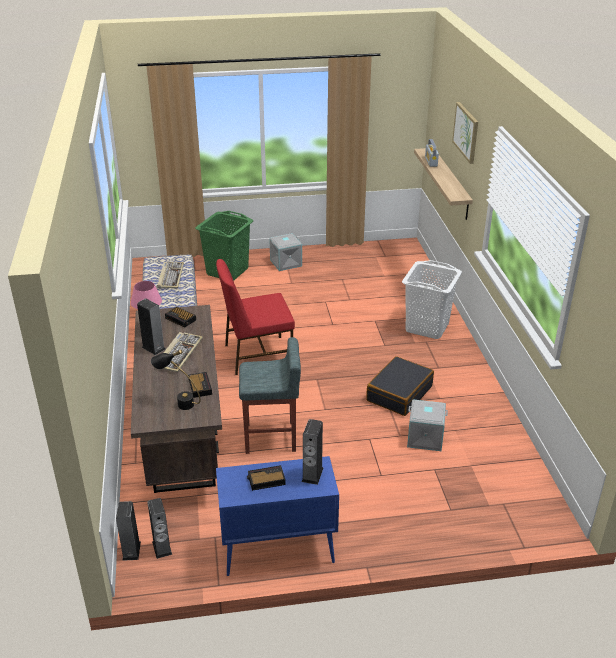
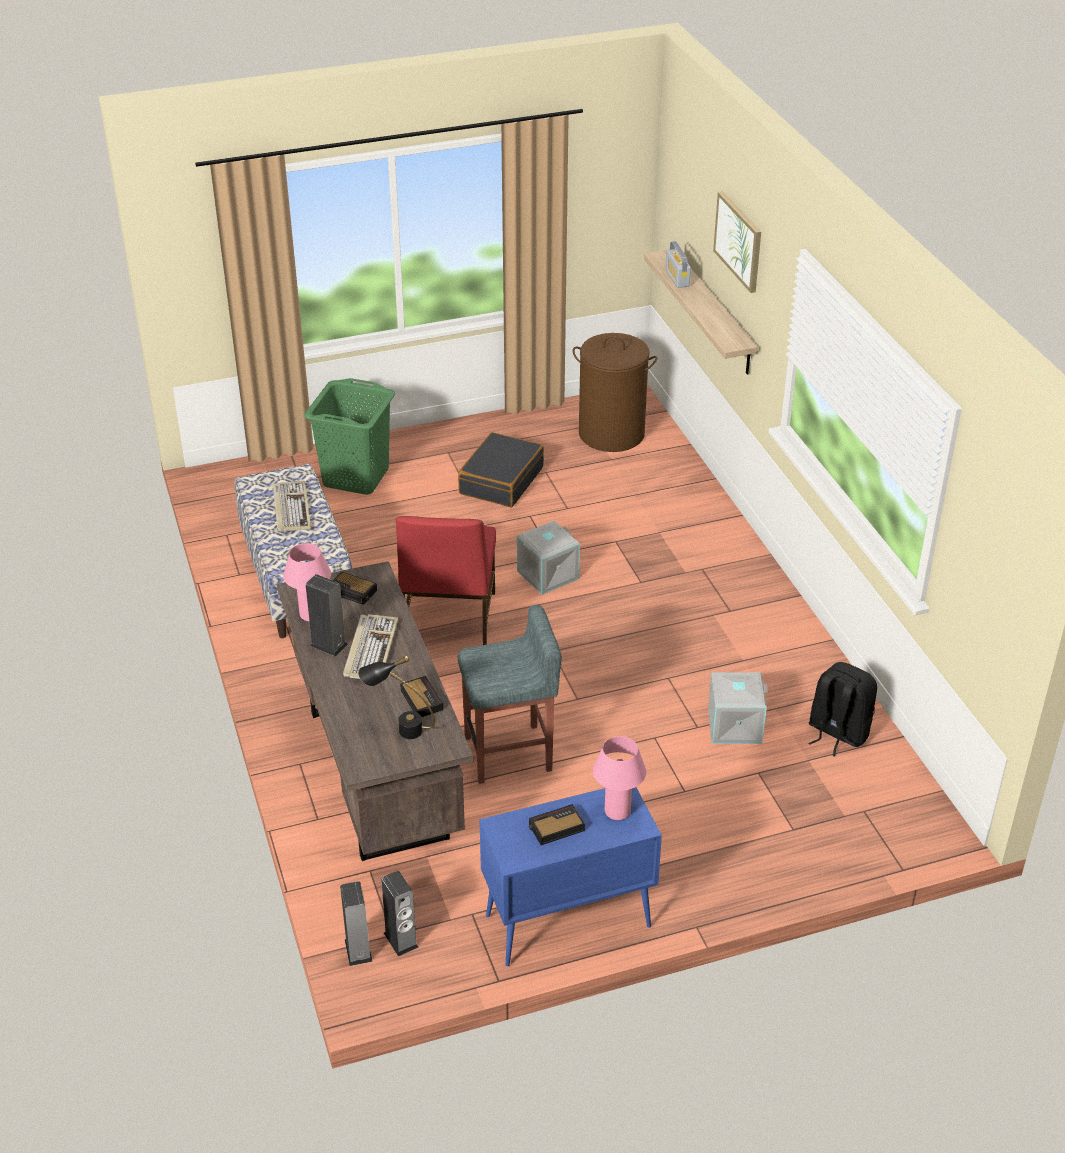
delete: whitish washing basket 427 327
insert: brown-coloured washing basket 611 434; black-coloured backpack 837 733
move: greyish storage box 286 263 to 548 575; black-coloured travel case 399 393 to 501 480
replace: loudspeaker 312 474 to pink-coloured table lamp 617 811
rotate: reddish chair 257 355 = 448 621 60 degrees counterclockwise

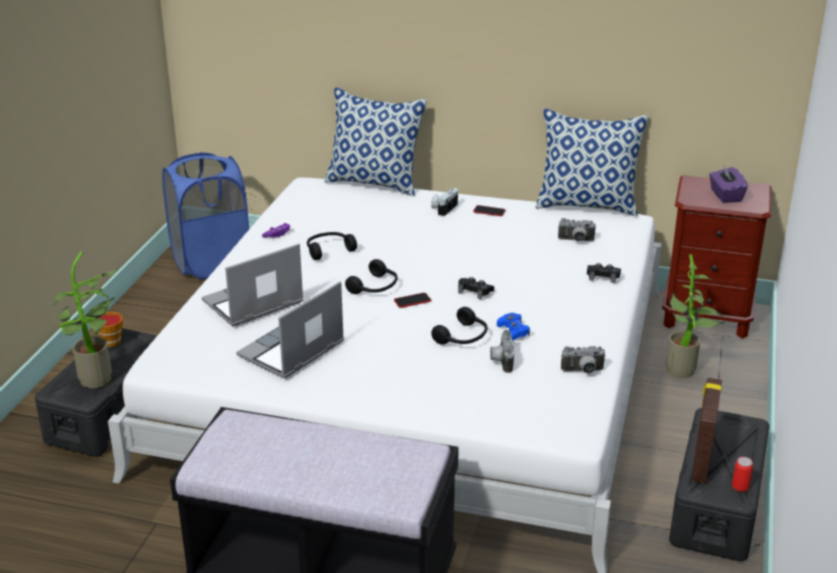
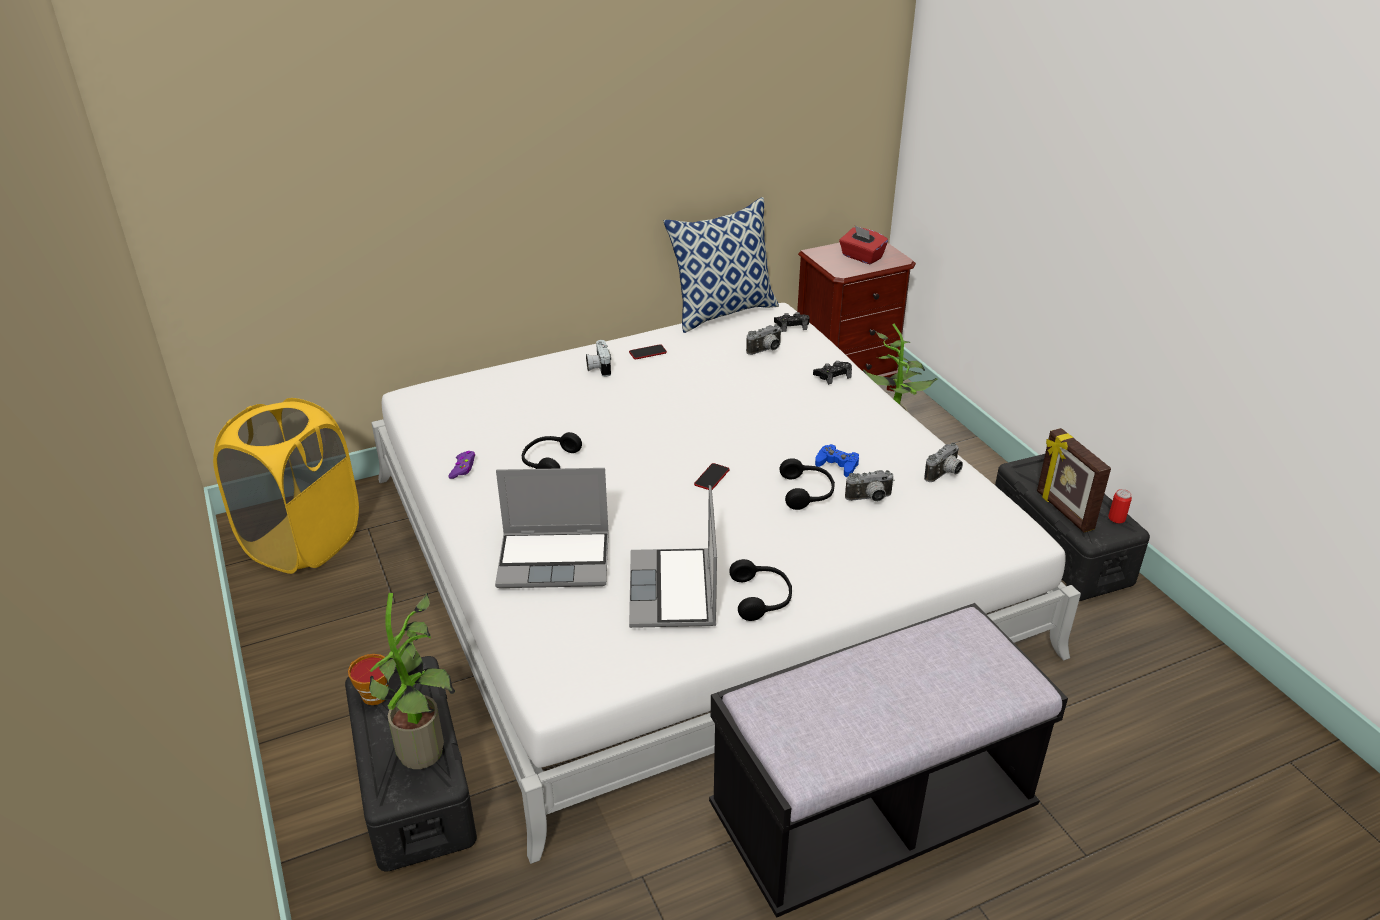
delete: throw pillow 375 183
move: black-coloured headphones 375 287 to 762 598; black-coloured gamepad 475 291 to 791 326
recolor: bluish washing basket 211 262 to yellow-coloured washing basket 303 542; purplish tissue holder 725 195 to reddish tissue holder 861 257
rotate: portable computer 252 303 = 556 560 105 degrees counterclockwise; still camera 501 361 = 870 499 60 degrees counterclockwise

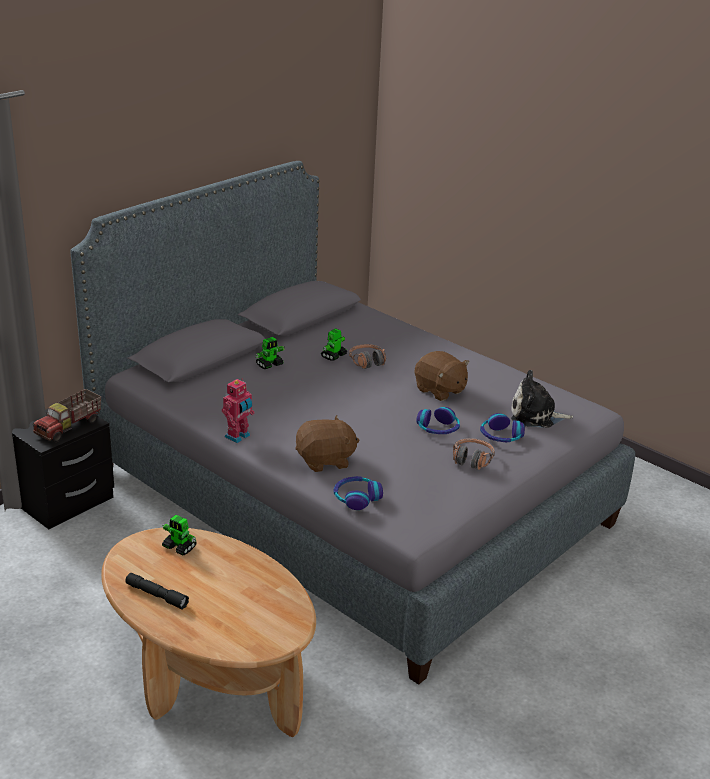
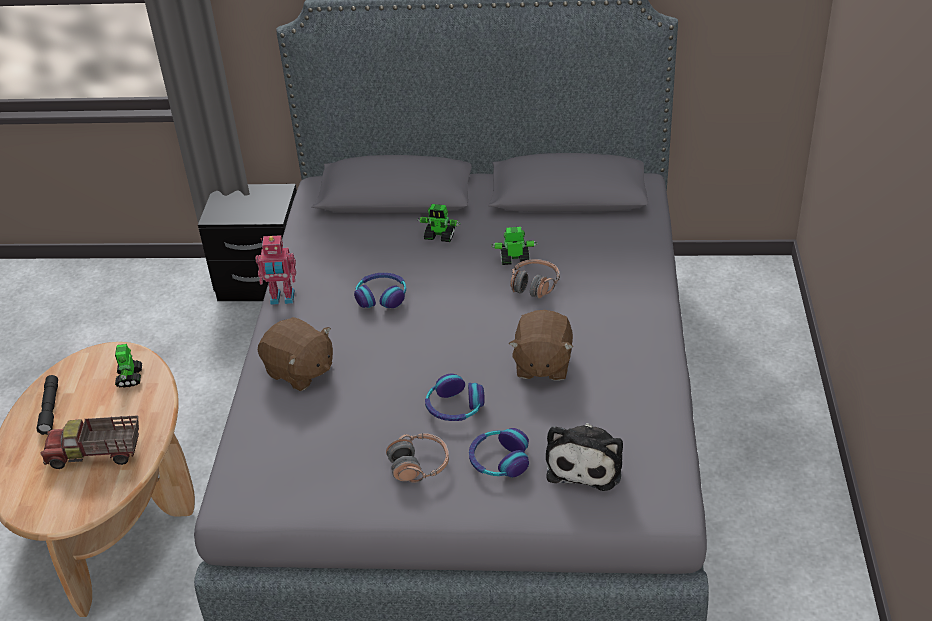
move: toy truck 69 427 to 96 455; headphones 356 498 to 381 296
rotate: soft toy 536 415 = 586 463 135 degrees counterclockwise

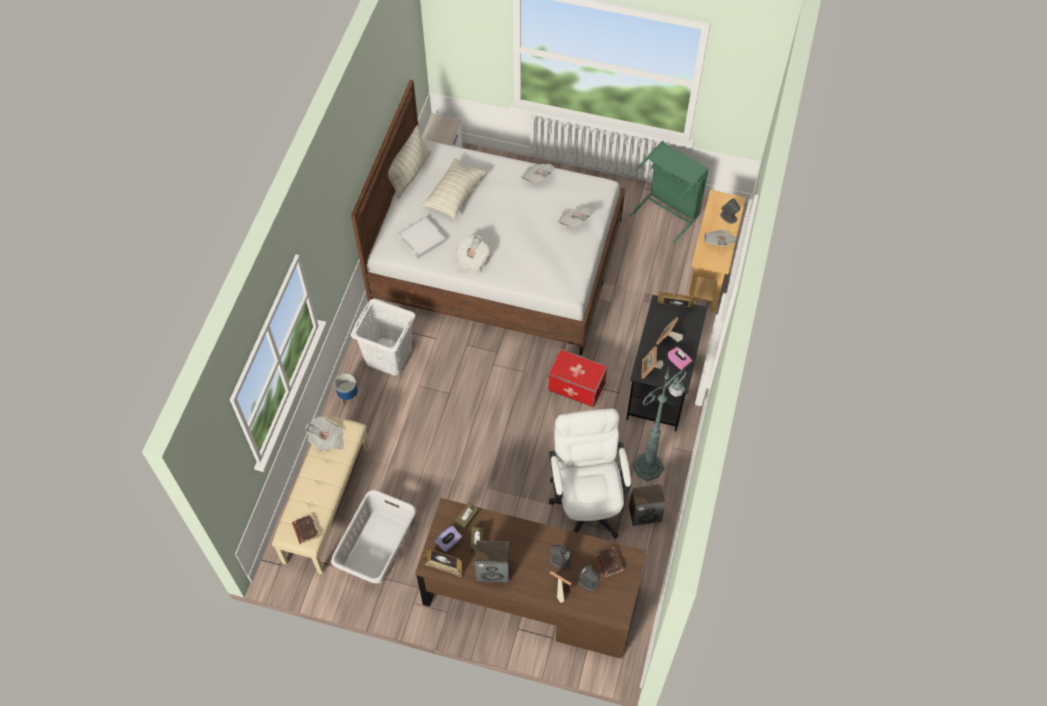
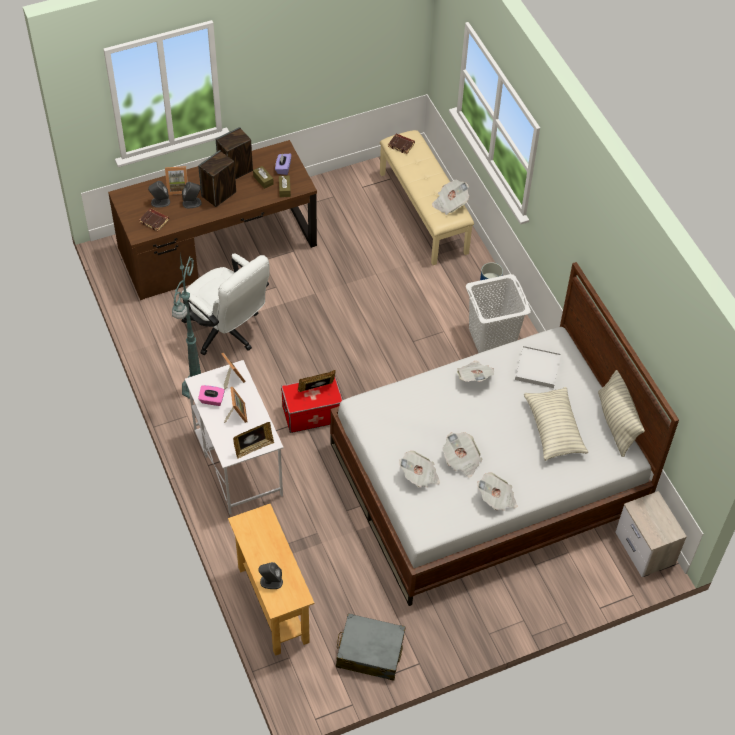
delete: greyish washing basket 376 547
move: standing frame 443 567 to 316 389; loudspeaker 645 514 to 219 194; daily paper 718 242 to 461 460
replace: green-coloured washing basket 668 211 to greyish travel case 370 652
recolor: black-coloured desk unit 661 385 to whitish desk unit 237 462

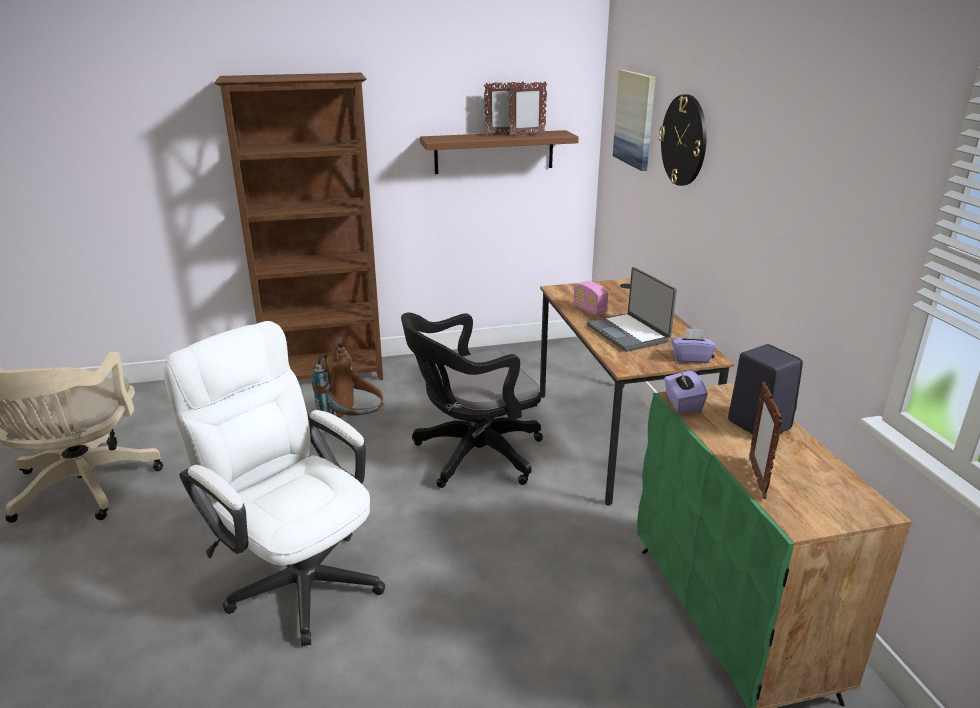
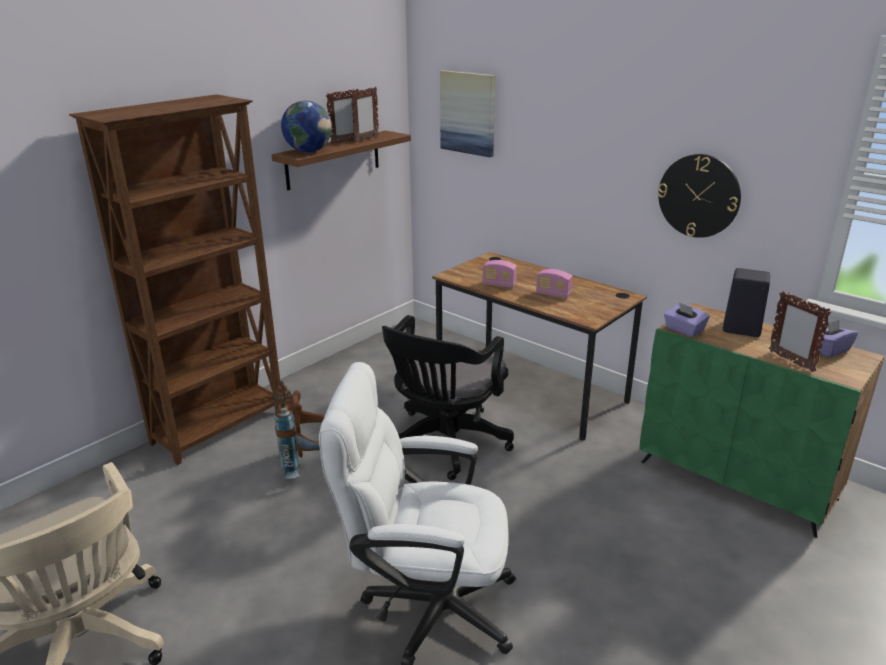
insert: desk globe 308 151
move: wall clock 684 140 to 699 196; purplish tissue holder 690 358 to 829 350
replace: portable computer 629 333 to radio set 553 294

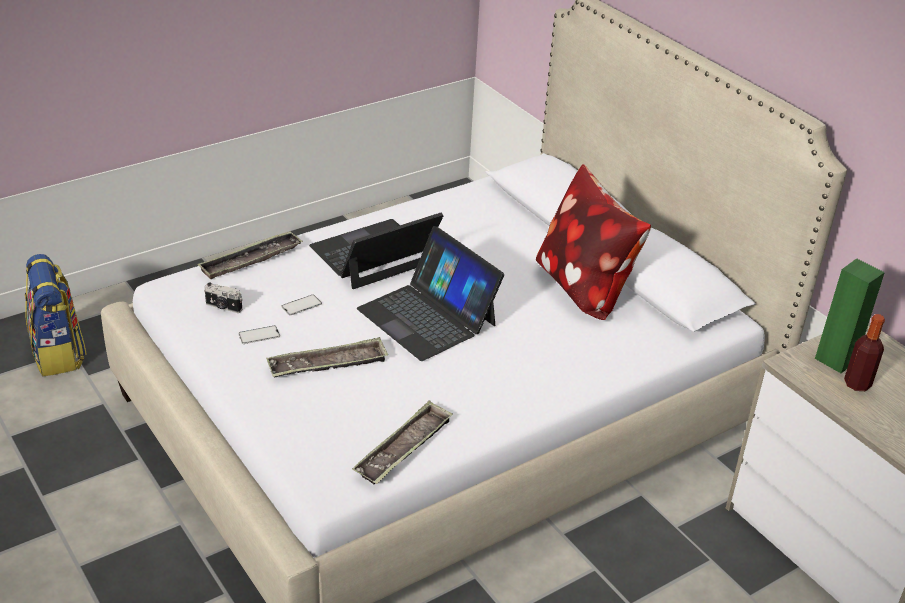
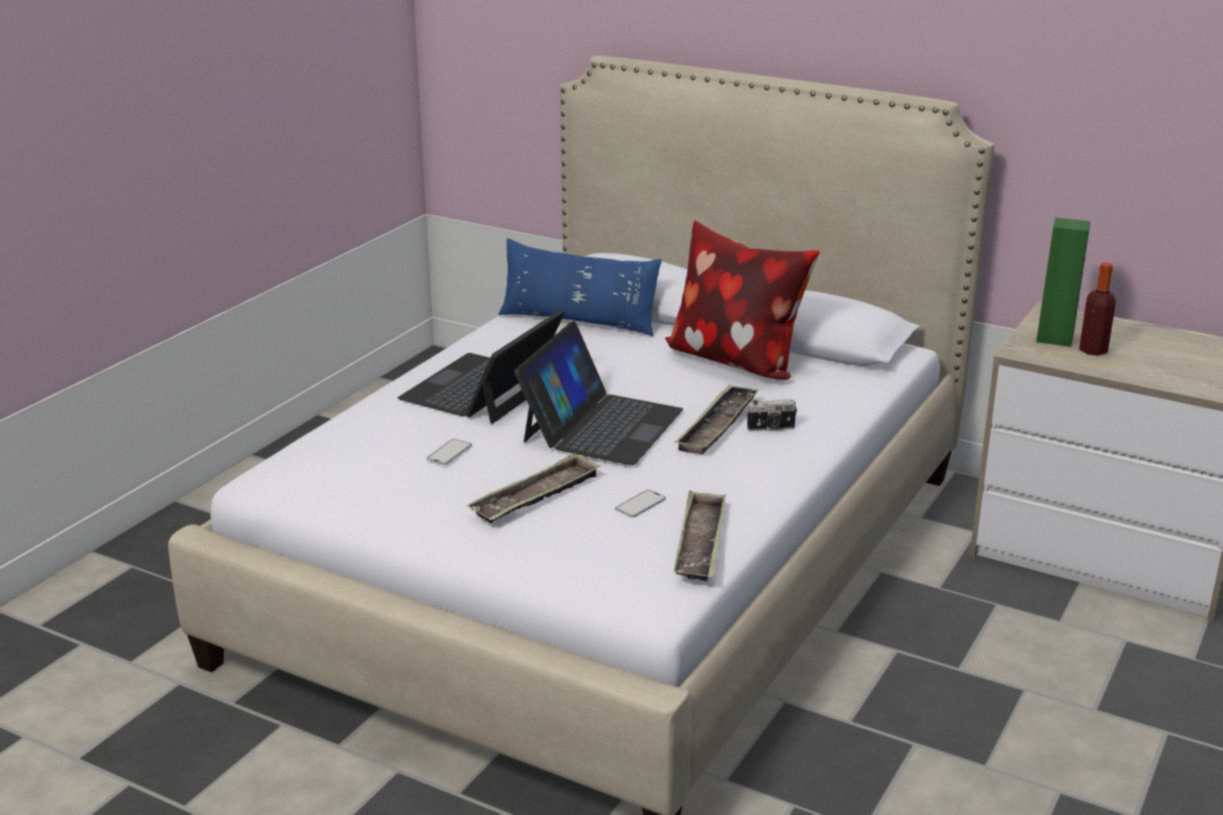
delete: backpack 59 353
insert: bluish throw pillow 578 321
move: carrying tray 251 260 to 717 426; still camera 223 307 to 771 428; handset 259 335 to 640 504
rotate: portable computer 427 316 = 601 425 90 degrees counterclockwise

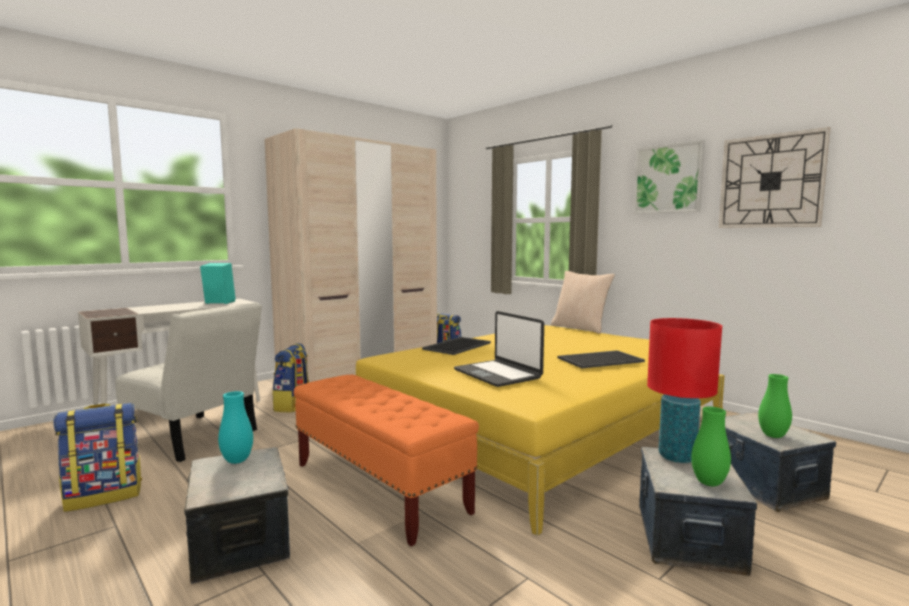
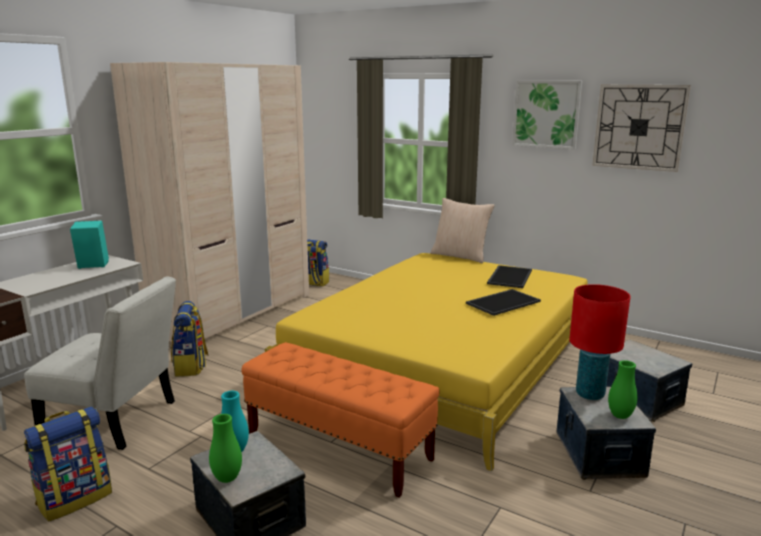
delete: portable computer 498 374
move: carrying tray 457 346 to 509 276; green-coloured flower vase 773 436 to 227 478

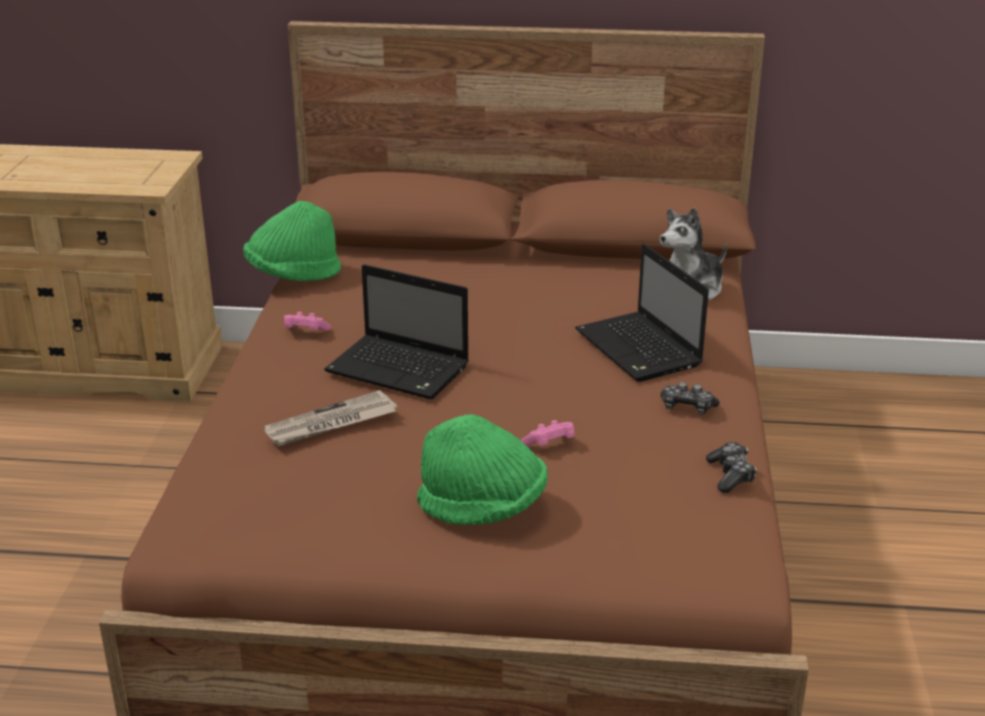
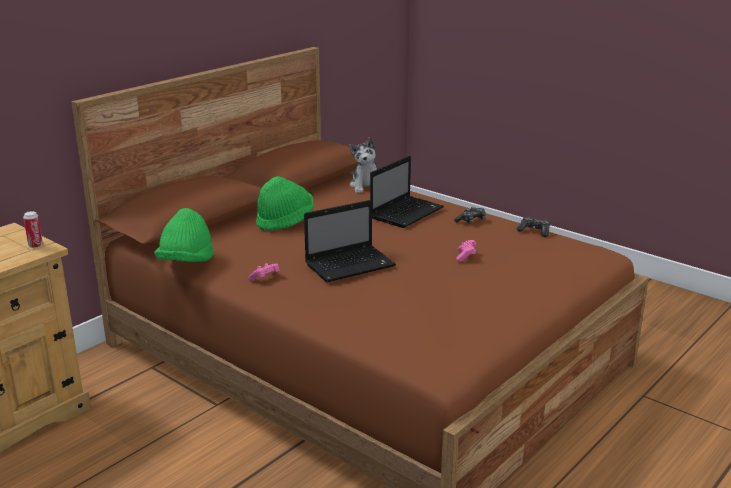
delete: daily paper 331 423
insert: can 35 246
move: green-coloured wearable hat 483 507 to 285 221
rotate: portable computer 640 349 = 407 212 60 degrees counterclockwise

